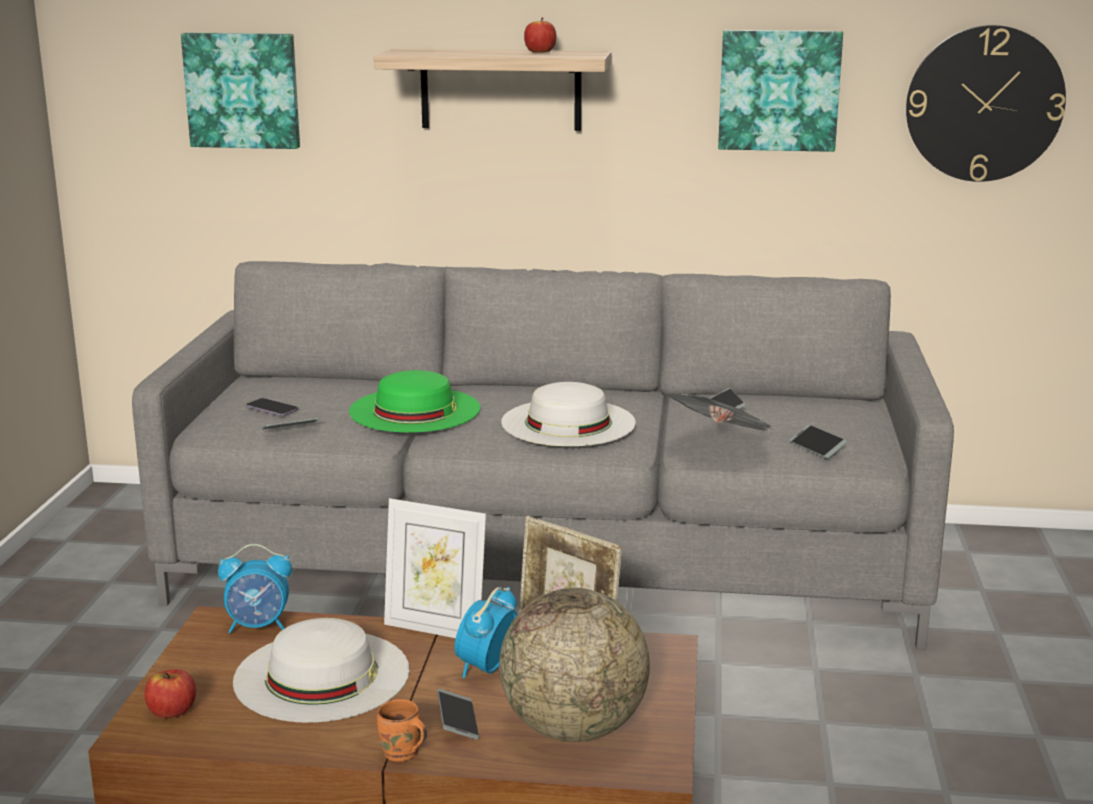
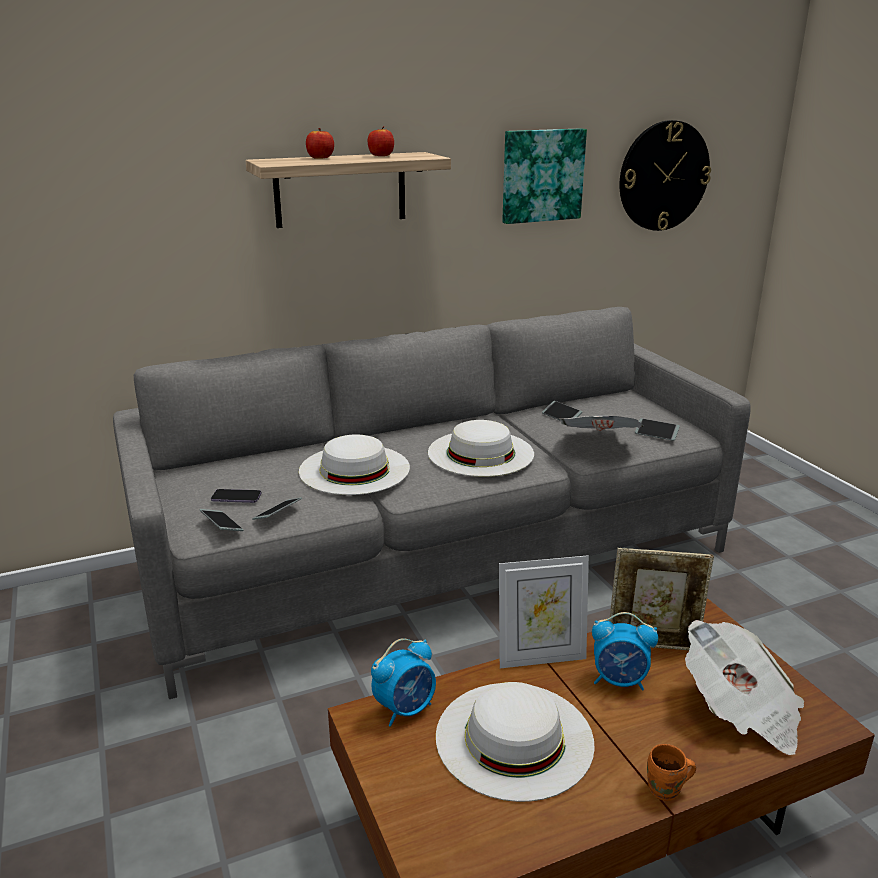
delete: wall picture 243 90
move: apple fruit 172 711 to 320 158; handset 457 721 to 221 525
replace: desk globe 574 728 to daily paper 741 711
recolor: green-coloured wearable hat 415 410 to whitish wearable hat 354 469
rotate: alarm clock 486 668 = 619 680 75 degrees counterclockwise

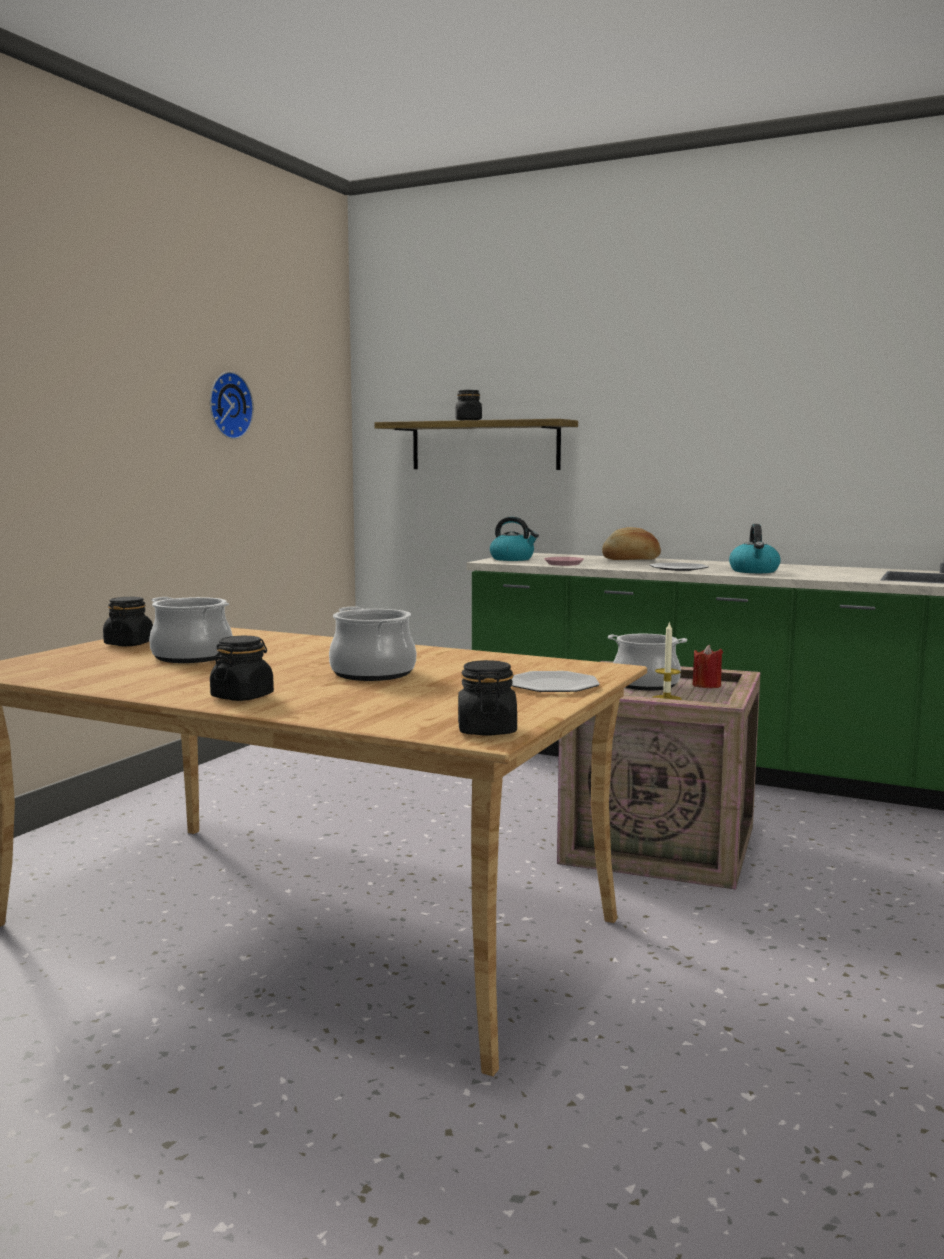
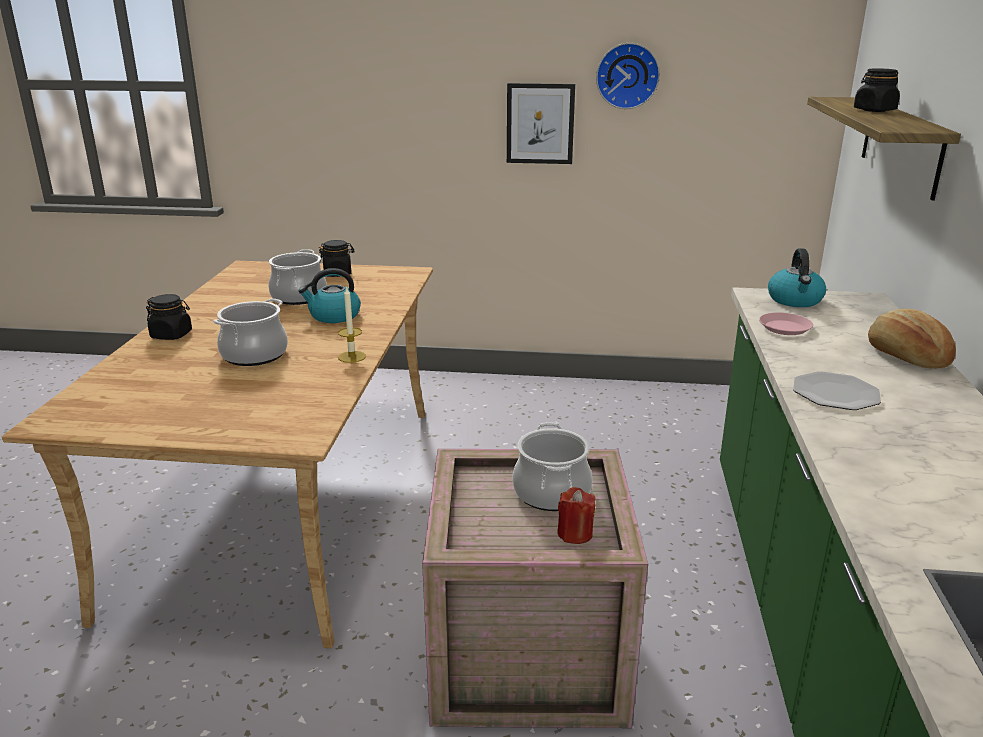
delete: black-coloured jar 486 730; flat dish 552 685
insert: wall picture 540 123
move: wax candle 666 699 to 352 357; water kettle 754 571 to 334 316

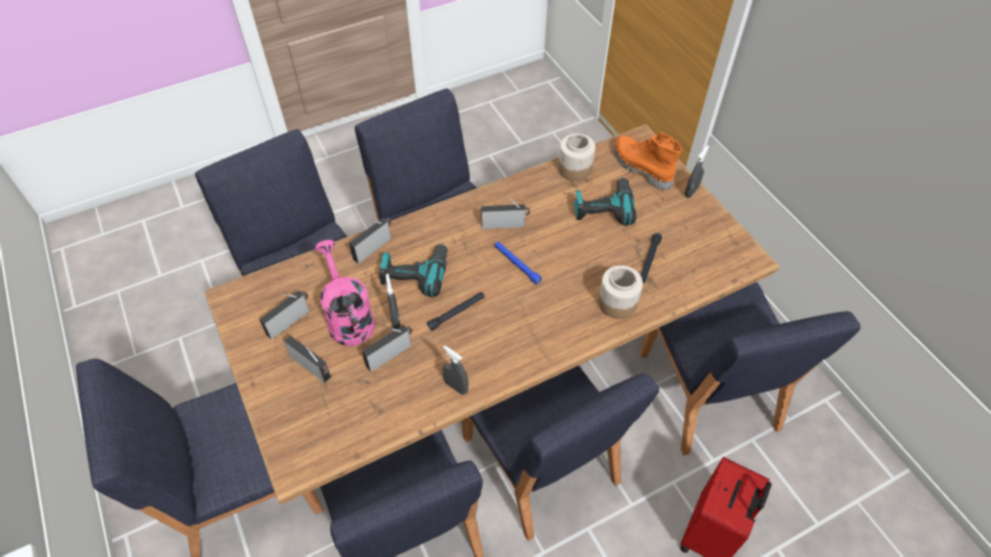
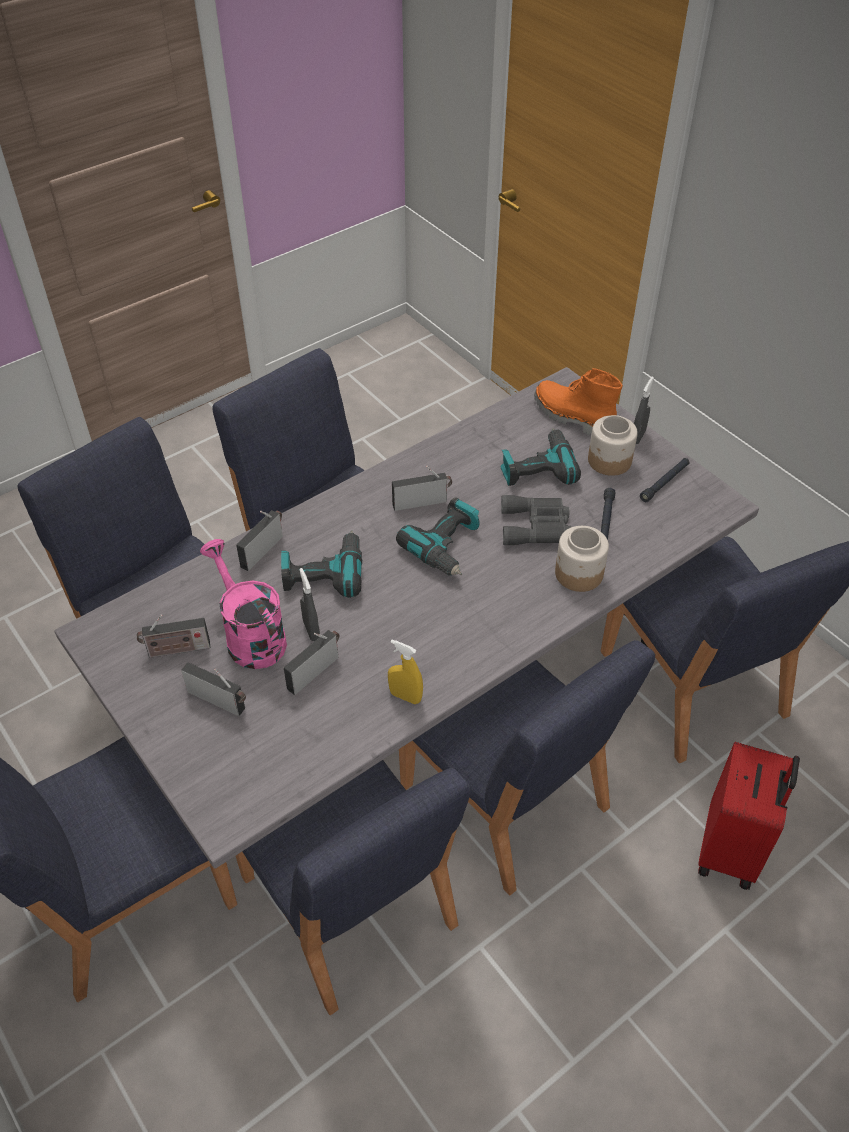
insert: greyish binoculars 537 526
move: black-coloured flashlight 457 313 to 664 483; jar 574 169 to 609 461
replace: bluish flashlight 517 264 to drill 447 546
recolor: brown-coloured dining table 495 368 to greyish dining table 424 695; greyish sprayer 456 386 to yellow-coloured sprayer 405 696
rotate: radio set 289 321 = 176 650 135 degrees counterclockwise

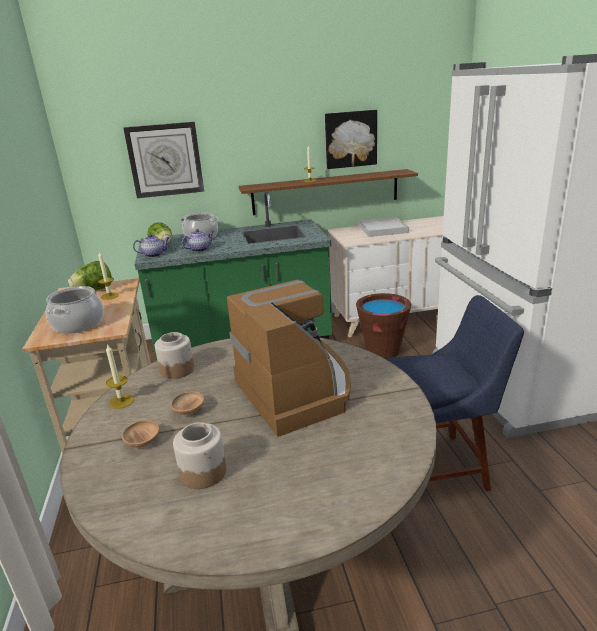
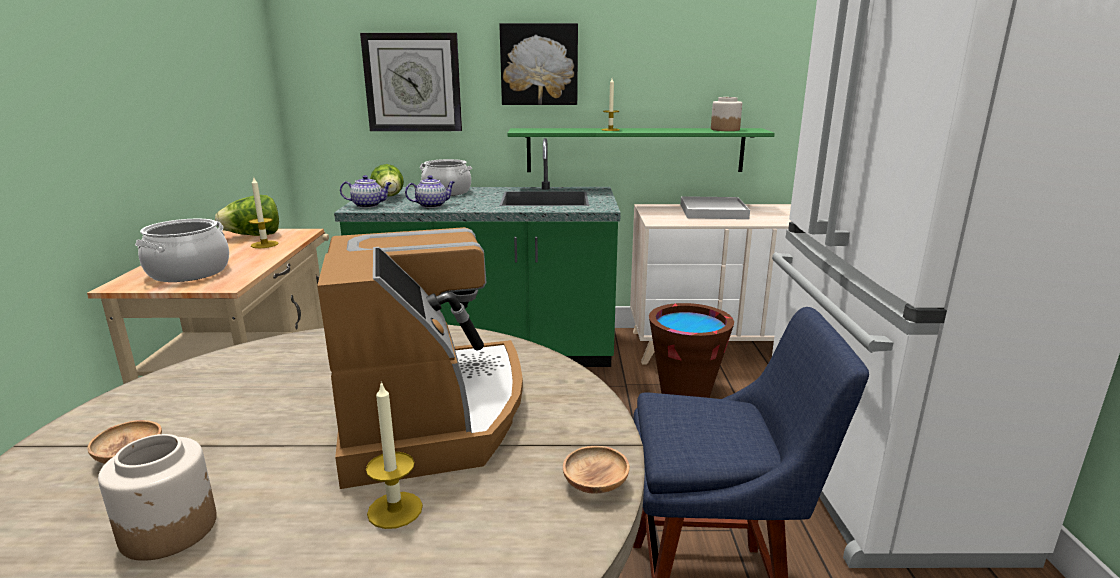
move: wax candle 121 401 to 395 510; jar 177 369 to 725 129; brown-coloured serving bowl 189 410 to 595 485; wall picture 350 139 to 539 64
recolor: brown-coloured shelf 325 192 to green-coloured shelf 635 150

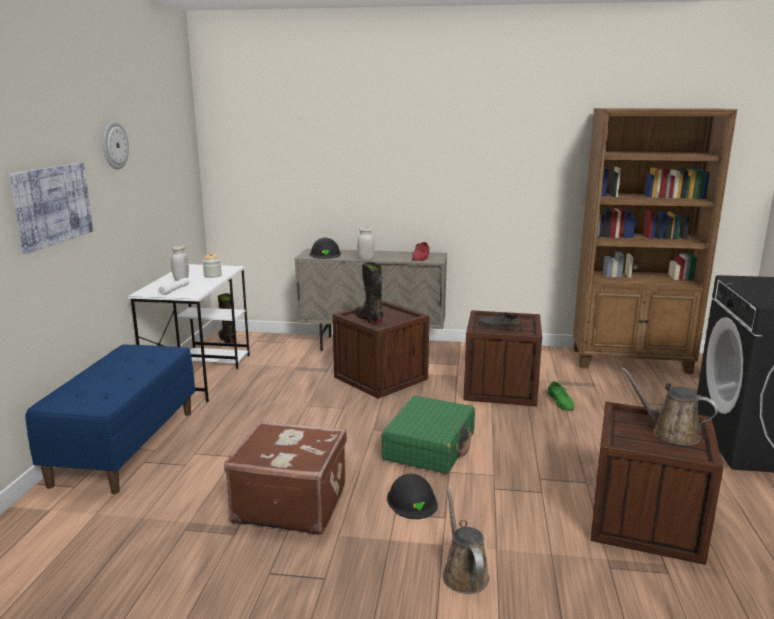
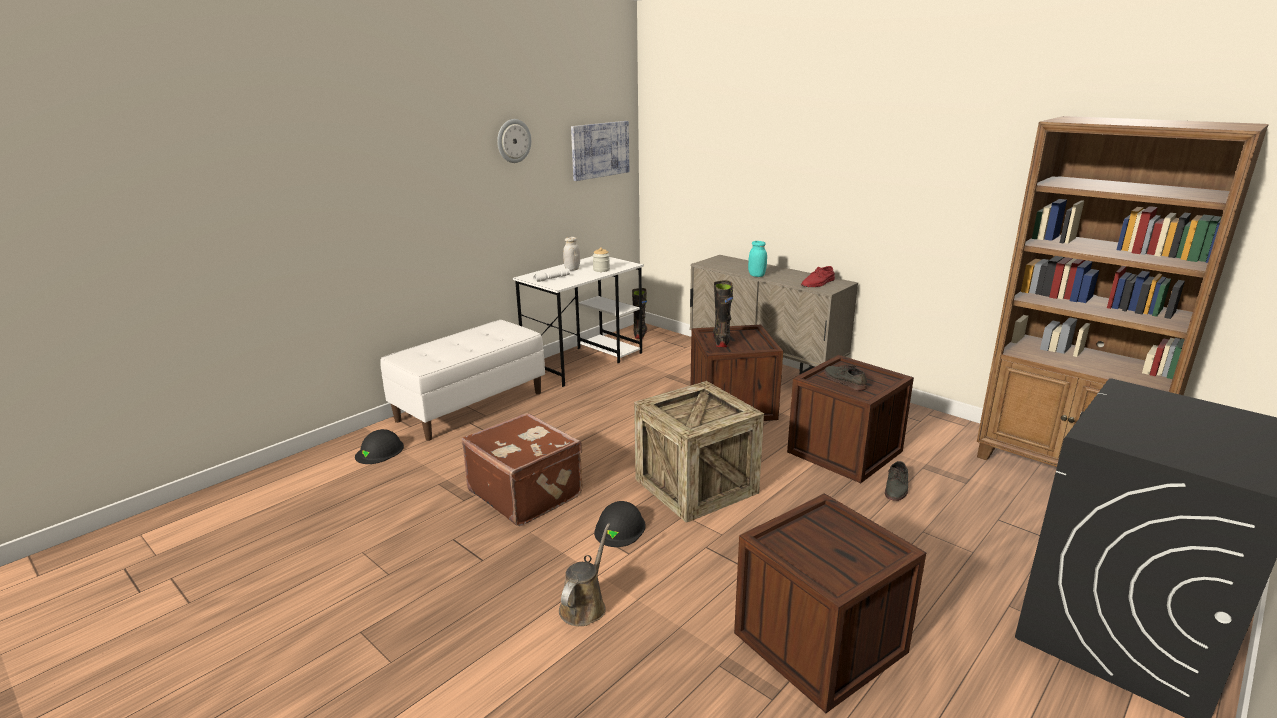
delete: brown-coloured watering pot 670 433
move: wall picture 52 205 to 600 150; black-coloured safety helmet 325 254 to 380 451
replace: green-coloured travel case 430 446 to packing crate 696 486
recolor: bluish long seat 125 446 to whitish long seat 470 406; whitish jar 365 259 to blue-green jar 756 275; green-coloured low shoe 561 401 to greyish low shoe 896 487

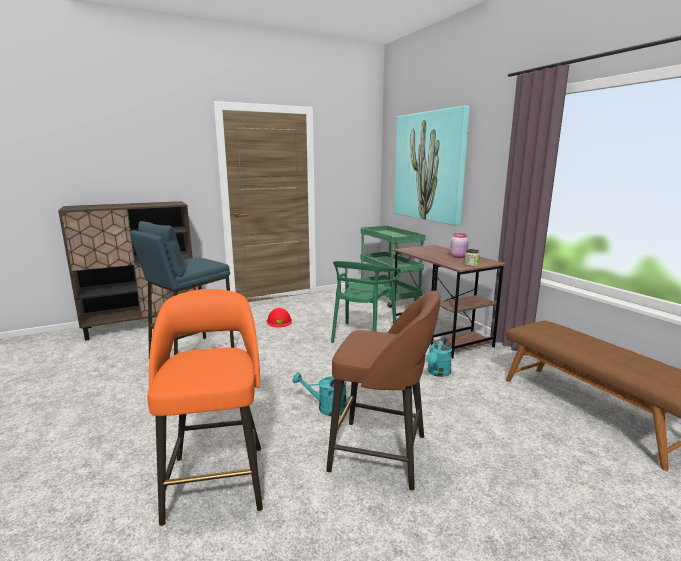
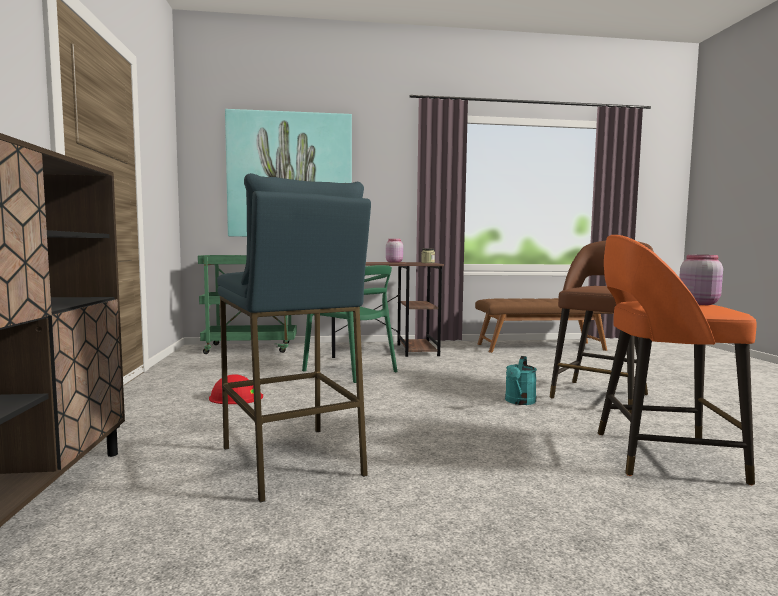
delete: blue-green watering pot 438 373
insert: pink-coloured jar 698 303

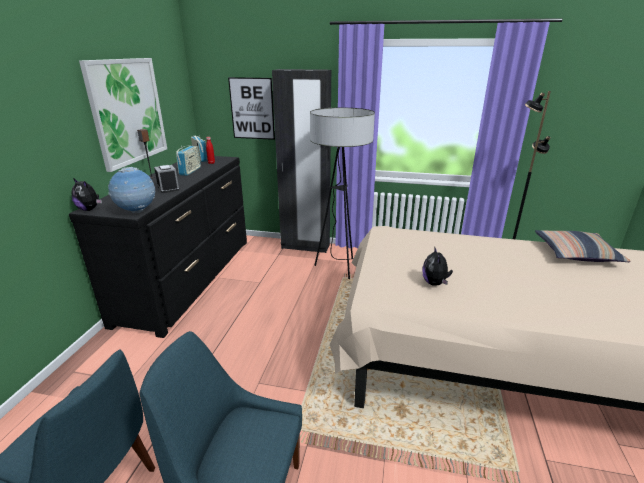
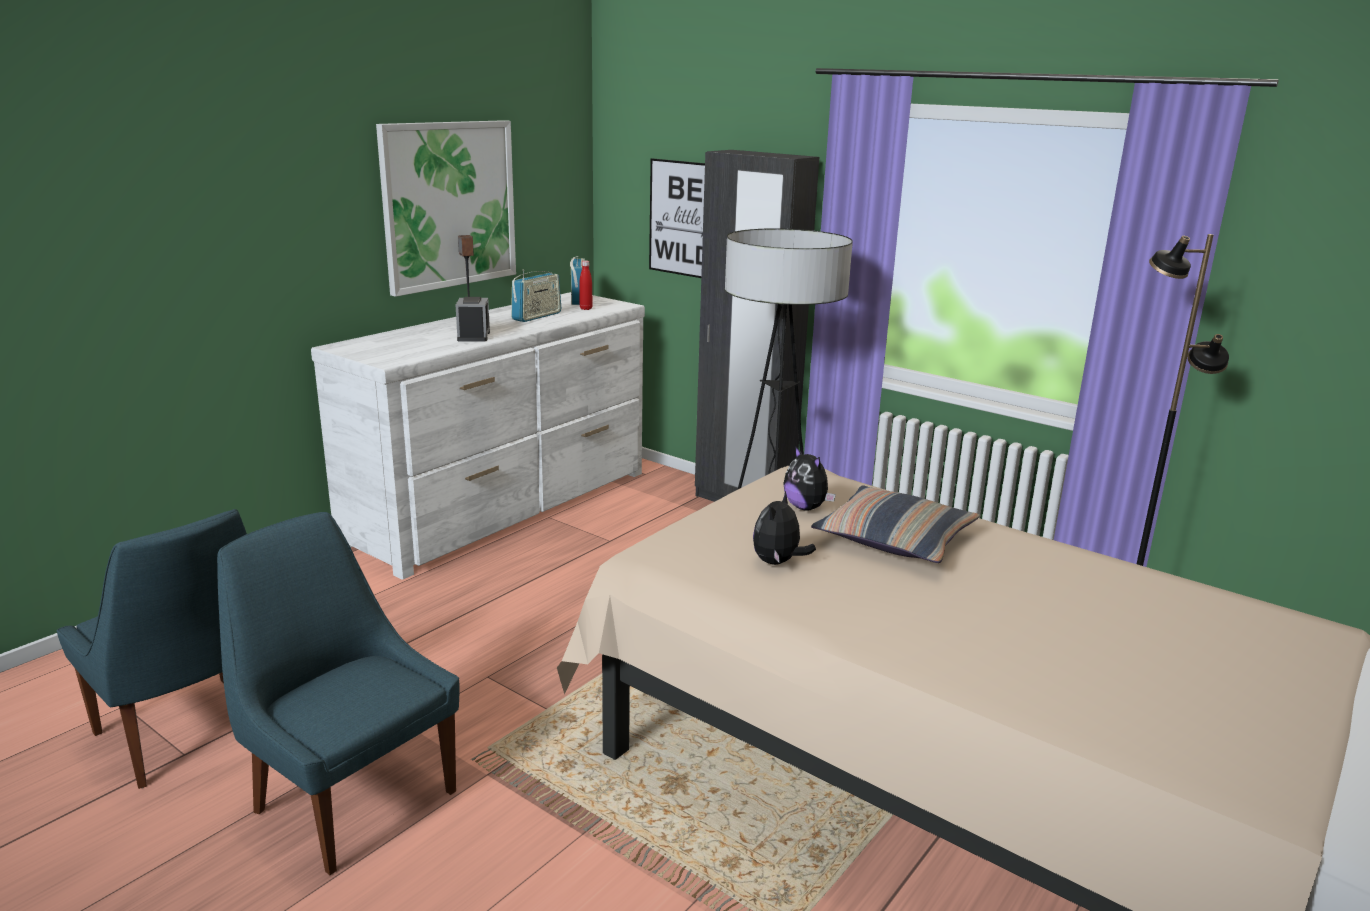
delete: desk globe 137 211
move: soft toy 90 209 to 806 507; throw pillow 576 253 to 895 539
recolor: black-coloured drawer chest 190 278 to whitish drawer chest 504 507

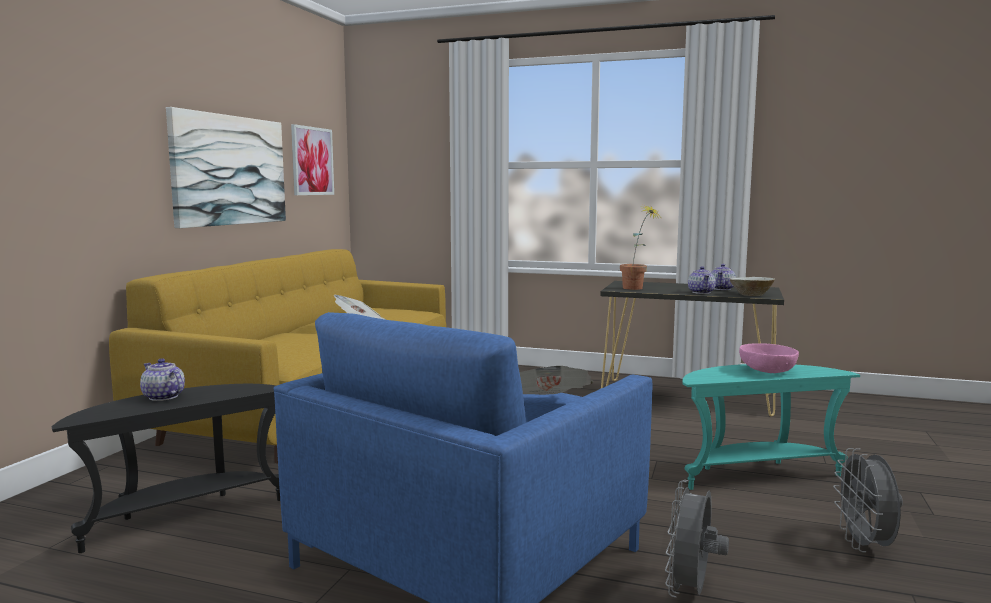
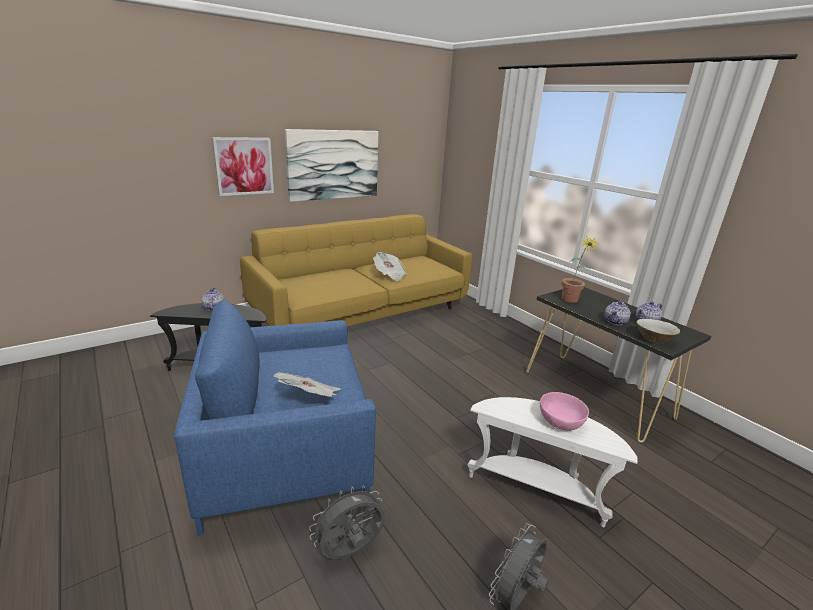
move: wall picture 312 161 to 244 166
recolor: blue-green side table 755 474 to whitish side table 536 488

